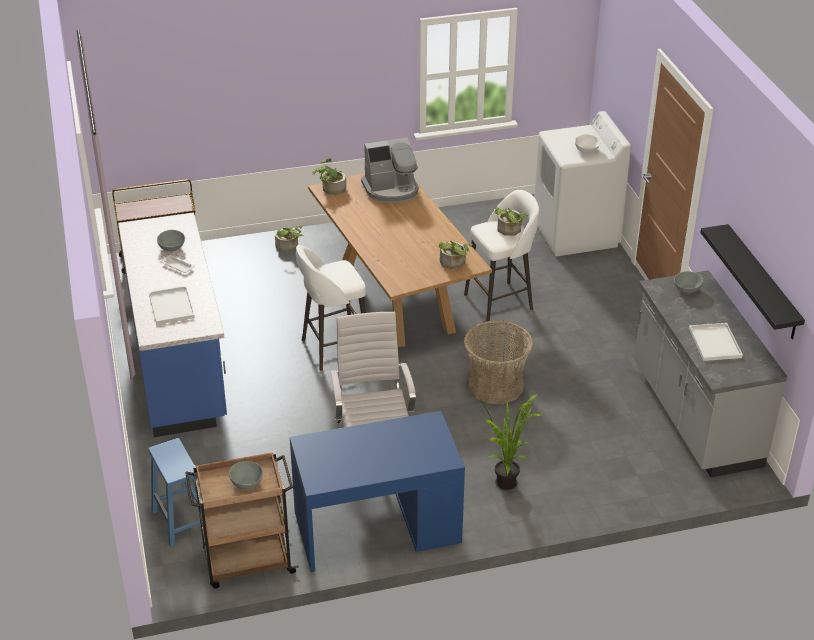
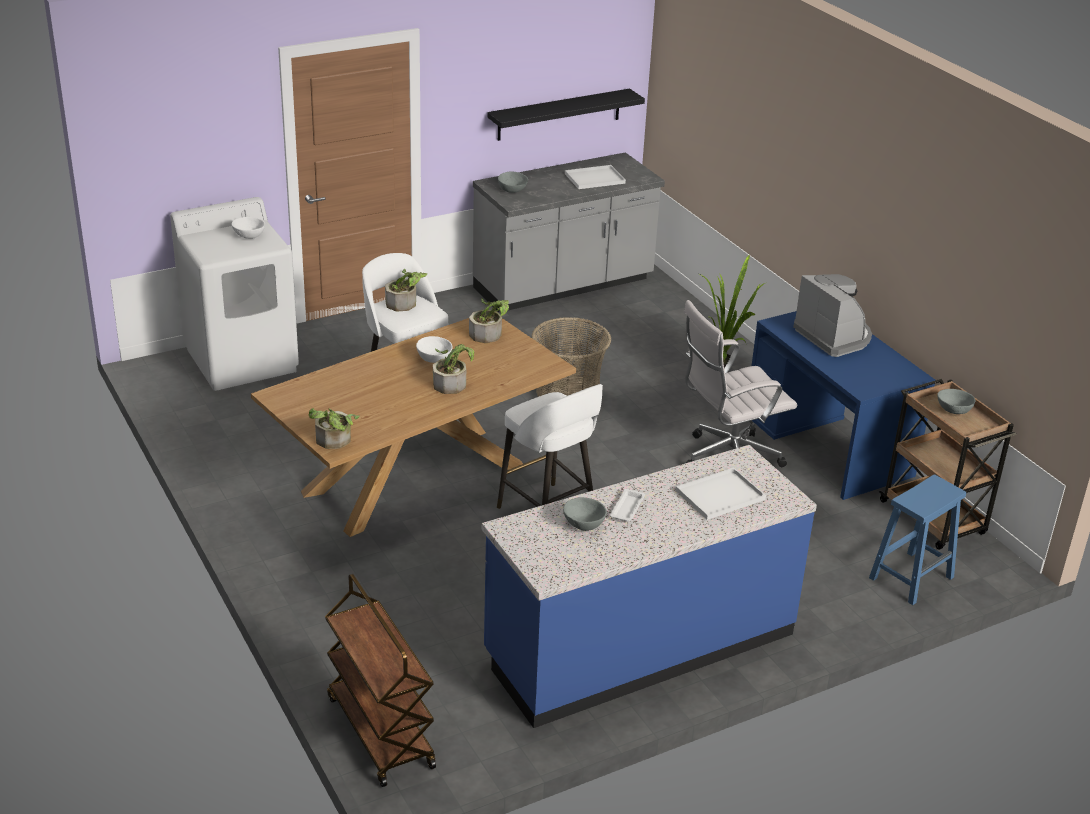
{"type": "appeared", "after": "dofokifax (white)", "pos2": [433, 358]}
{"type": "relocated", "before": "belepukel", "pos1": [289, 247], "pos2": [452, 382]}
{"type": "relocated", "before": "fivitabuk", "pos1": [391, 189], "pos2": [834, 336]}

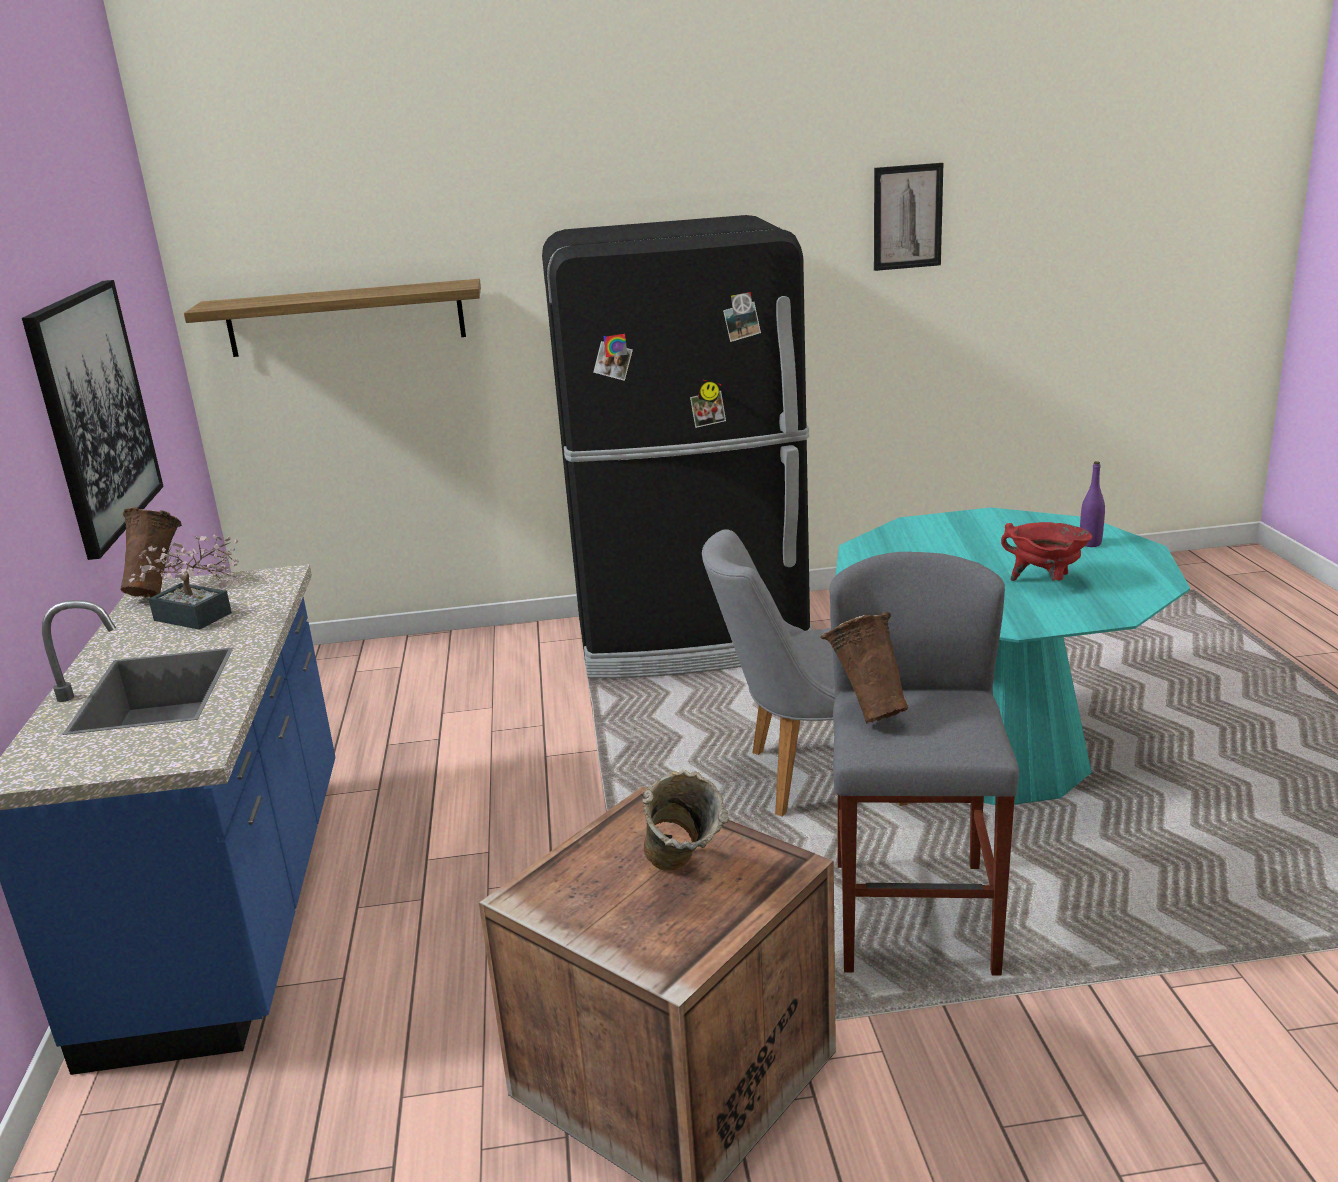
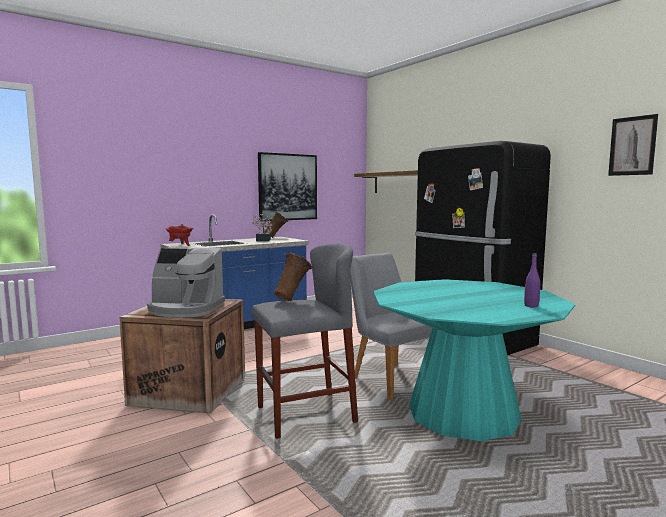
{"type": "relocated", "before": "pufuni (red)", "pos1": [1045, 582], "pos2": [180, 245]}
{"type": "exchanged", "before": "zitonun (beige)", "after": "fivitabuk", "pos1": [682, 882], "pos2": [185, 309]}

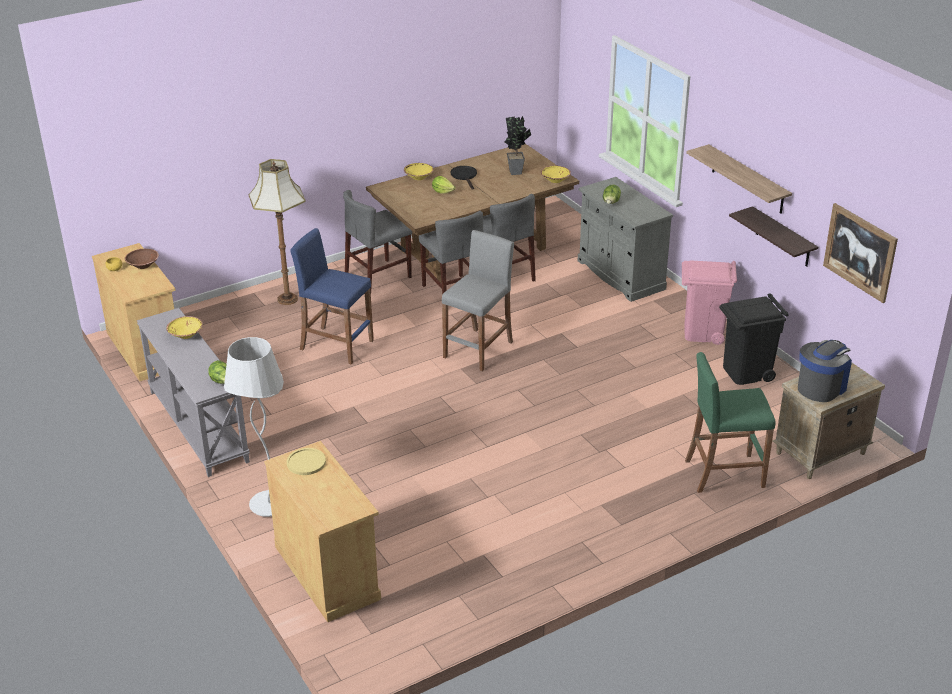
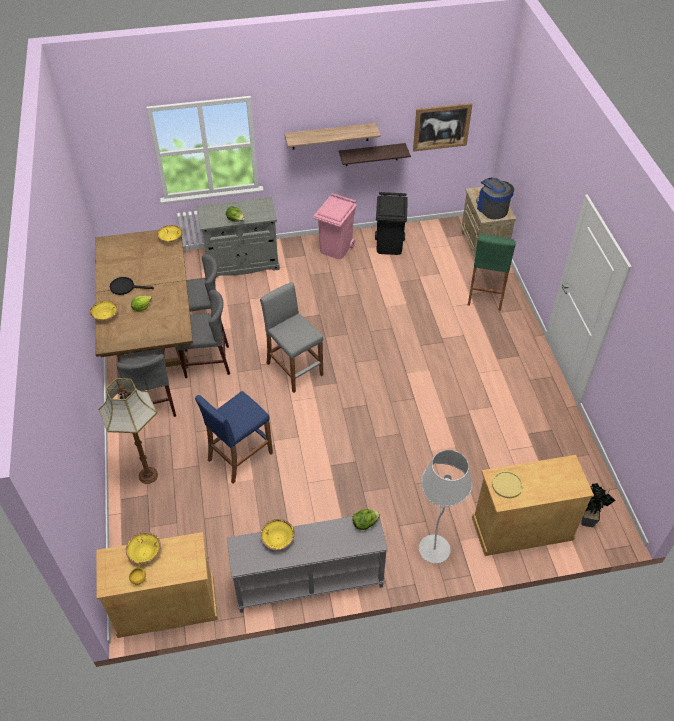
{"type": "relocated", "before": "belepukel", "pos1": [516, 171], "pos2": [585, 520]}
{"type": "colour", "before": "dofokifax (brown)", "after": "dofokifax (yellow)", "pos1": [143, 265], "pos2": [145, 552]}

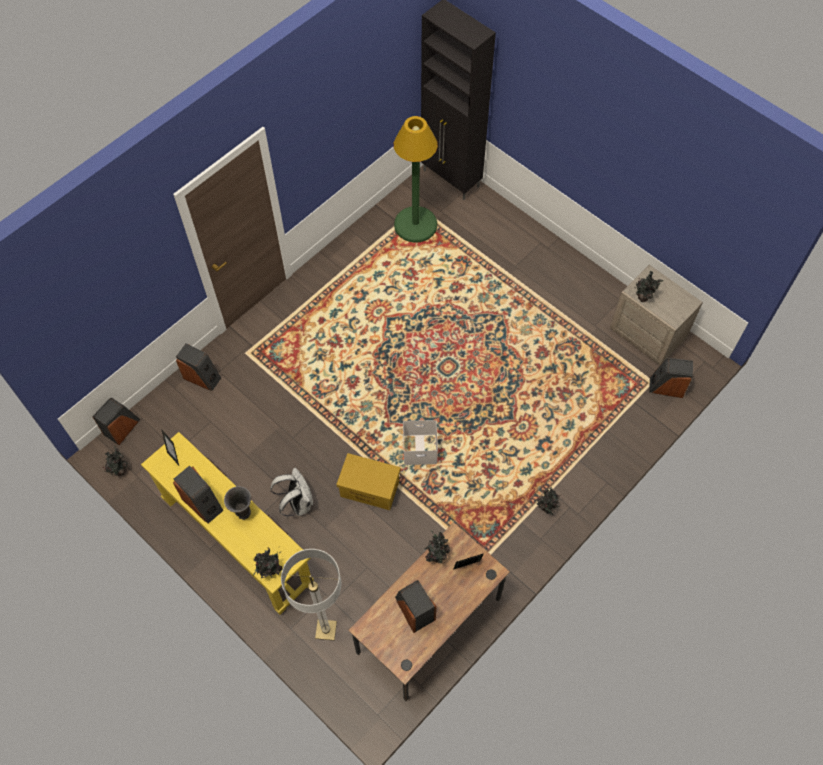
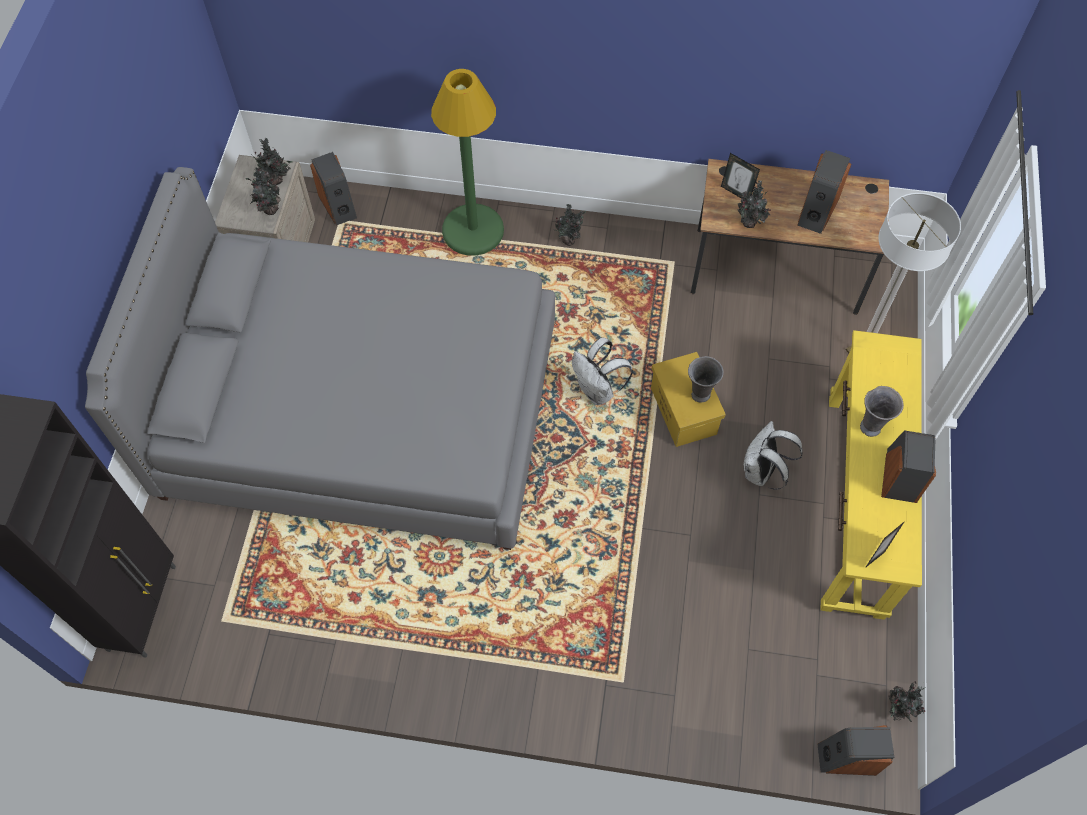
{"type": "missing", "before": "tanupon", "pos1": [202, 377]}
{"type": "appeared", "after": "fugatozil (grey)", "pos2": [362, 412]}
{"type": "appeared", "after": "zitonun (grey)", "pos2": [699, 394]}
{"type": "relocated", "before": "belepukel", "pos1": [270, 571], "pos2": [277, 180]}
{"type": "relocated", "before": "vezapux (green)", "pos1": [415, 225], "pos2": [473, 230]}
{"type": "exchanged", "before": "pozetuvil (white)", "after": "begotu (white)", "pos1": [419, 450], "pos2": [598, 391]}

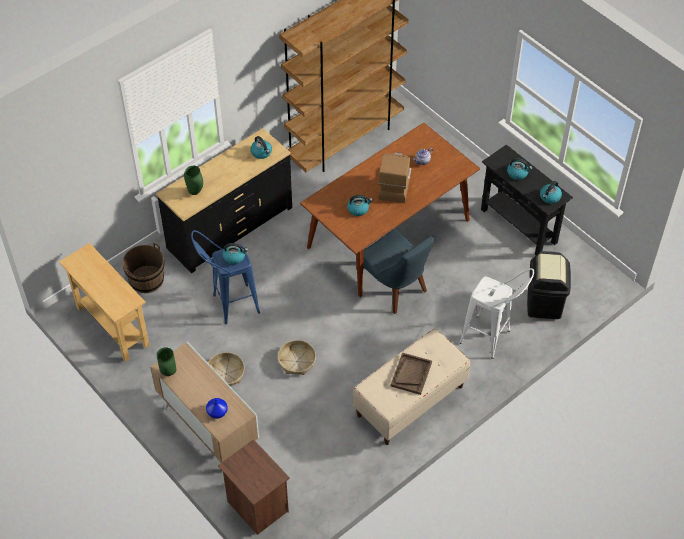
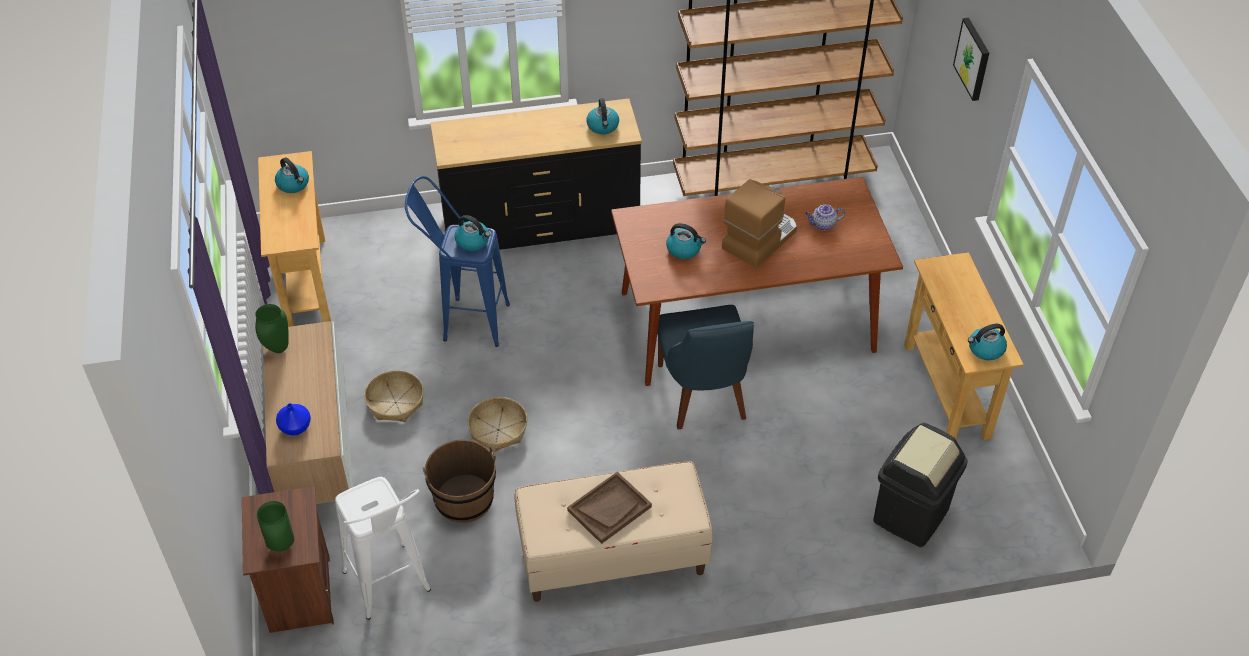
{"type": "appeared", "after": "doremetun", "pos2": [973, 58]}
{"type": "relocated", "before": "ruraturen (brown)", "pos1": [146, 279], "pos2": [464, 499]}
{"type": "relocated", "before": "zitonun (green)", "pos1": [195, 192], "pos2": [281, 546]}
{"type": "relocated", "before": "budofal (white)", "pos1": [492, 340], "pos2": [392, 591]}
{"type": "relocated", "before": "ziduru", "pos1": [517, 173], "pos2": [293, 184]}
{"type": "colour", "before": "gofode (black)", "after": "gofode (beige)", "pos1": [518, 226], "pos2": [946, 390]}

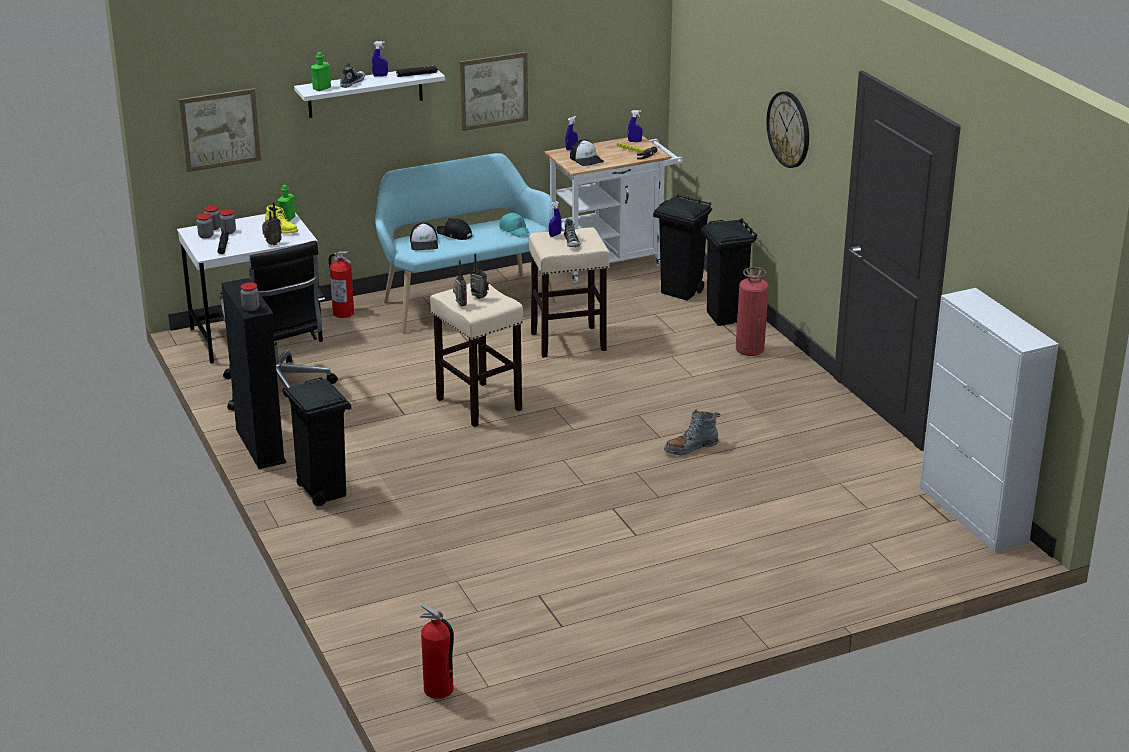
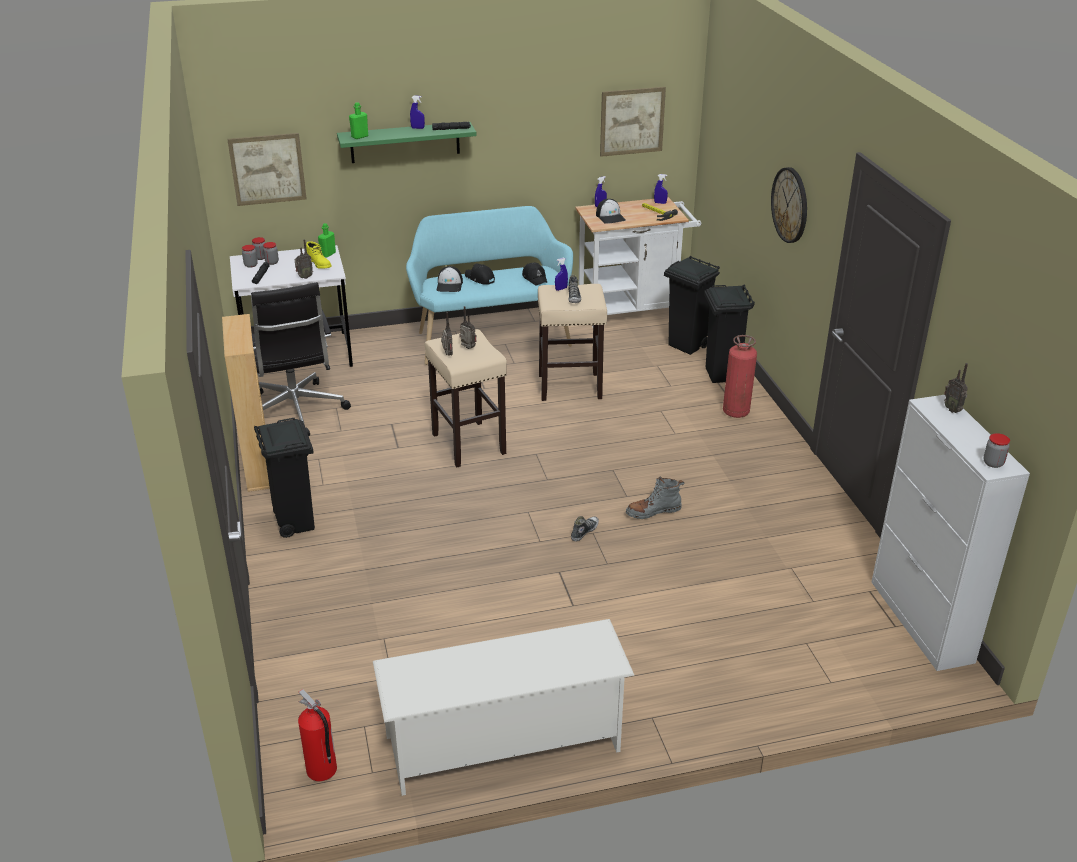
{"type": "missing", "before": "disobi", "pos1": [343, 313]}
{"type": "appeared", "after": "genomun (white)", "pos2": [504, 744]}
{"type": "appeared", "after": "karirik", "pos2": [953, 409]}
{"type": "relocated", "before": "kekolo", "pos1": [251, 308], "pos2": [993, 463]}
{"type": "relocated", "before": "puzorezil", "pos1": [352, 82], "pos2": [584, 531]}
{"type": "relocated", "before": "doremetun", "pos1": [493, 91], "pos2": [632, 121]}
{"type": "colour", "before": "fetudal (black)", "after": "fetudal (beige)", "pos1": [260, 446], "pos2": [258, 467]}
{"type": "colour", "before": "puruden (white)", "after": "puruden (green)", "pos1": [365, 92], "pos2": [405, 142]}
{"type": "colour", "before": "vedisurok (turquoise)", "after": "vedisurok (black)", "pos1": [514, 230], "pos2": [535, 278]}

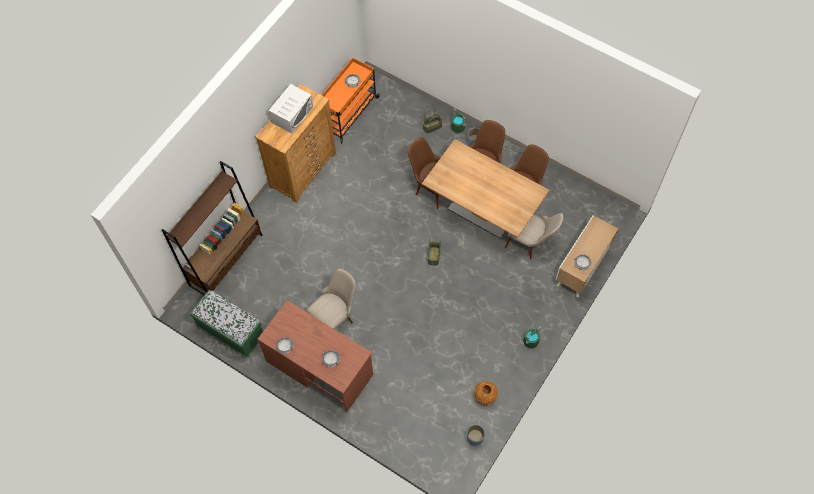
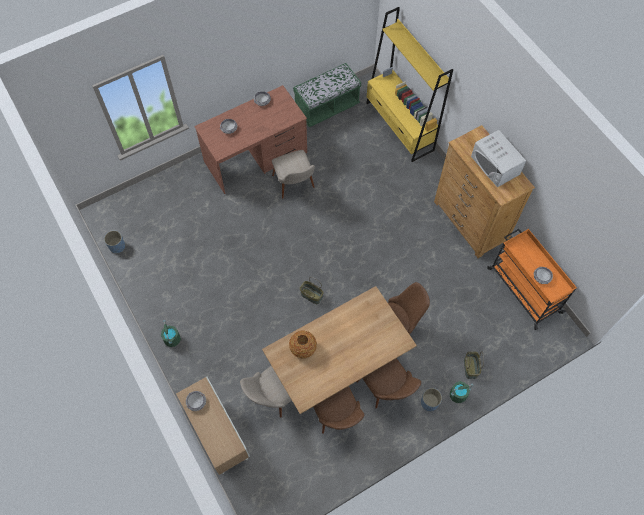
{"type": "relocated", "before": "zitonun", "pos1": [485, 396], "pos2": [302, 348]}
{"type": "colour", "before": "fetudal (brown)", "after": "fetudal (yellow)", "pos1": [226, 260], "pos2": [399, 126]}

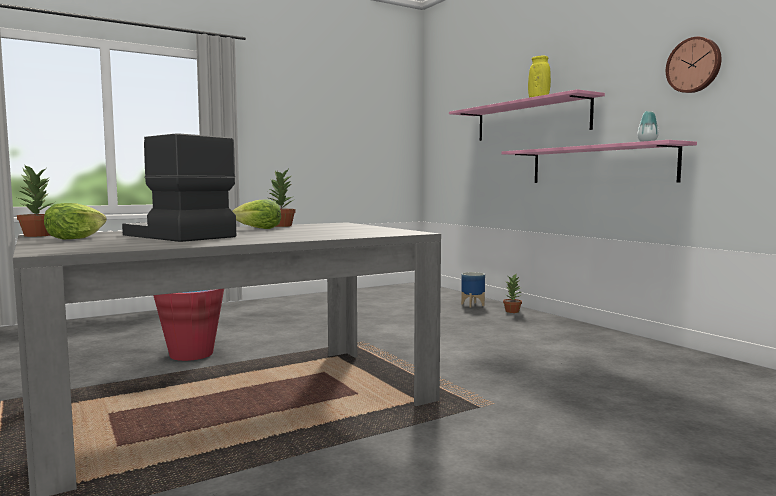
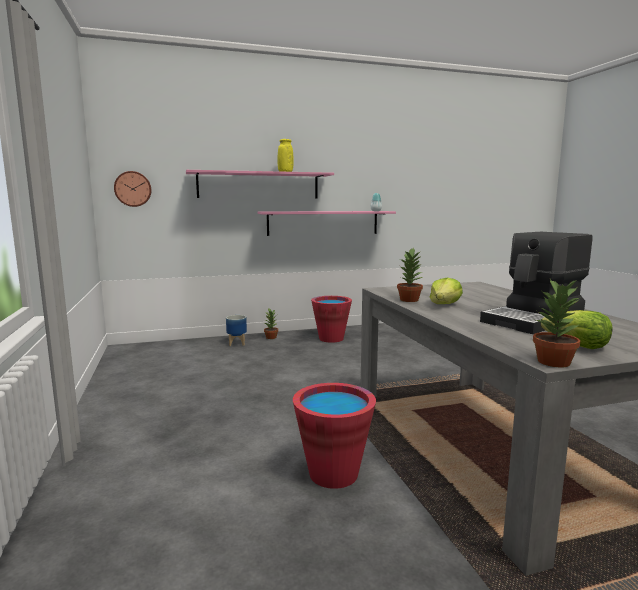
{"type": "appeared", "after": "ruraturen (red)", "pos2": [331, 338]}
{"type": "relocated", "before": "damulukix", "pos1": [694, 65], "pos2": [133, 189]}

